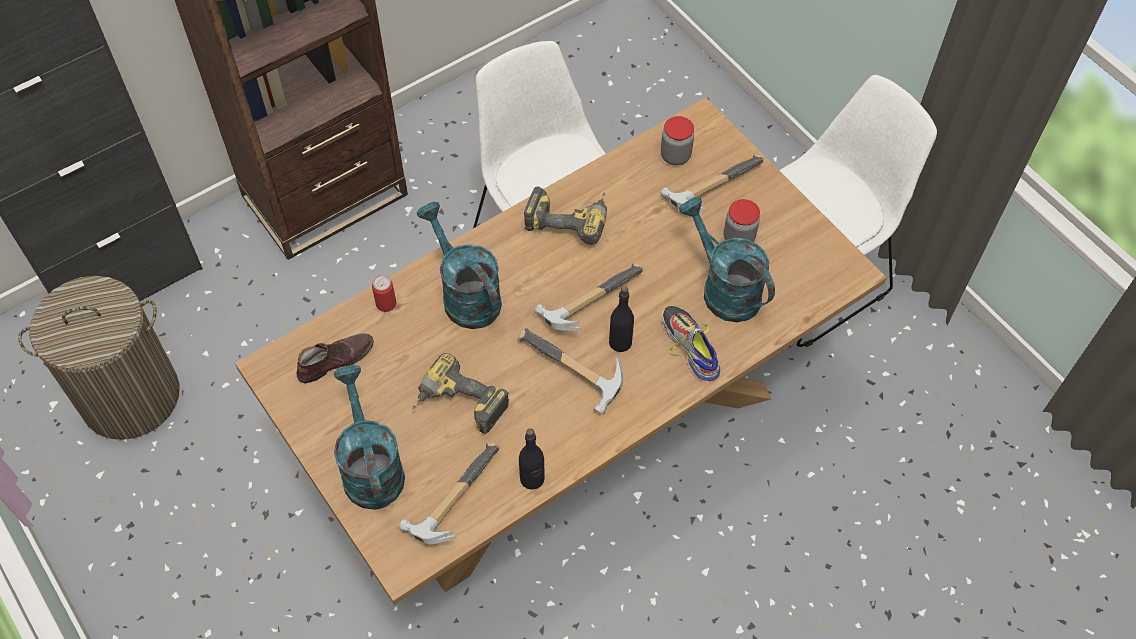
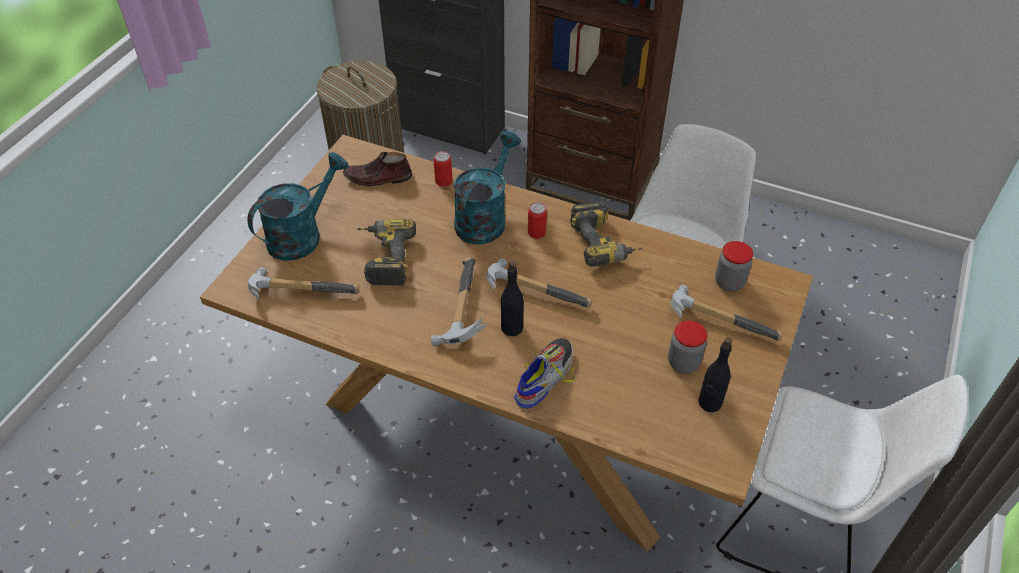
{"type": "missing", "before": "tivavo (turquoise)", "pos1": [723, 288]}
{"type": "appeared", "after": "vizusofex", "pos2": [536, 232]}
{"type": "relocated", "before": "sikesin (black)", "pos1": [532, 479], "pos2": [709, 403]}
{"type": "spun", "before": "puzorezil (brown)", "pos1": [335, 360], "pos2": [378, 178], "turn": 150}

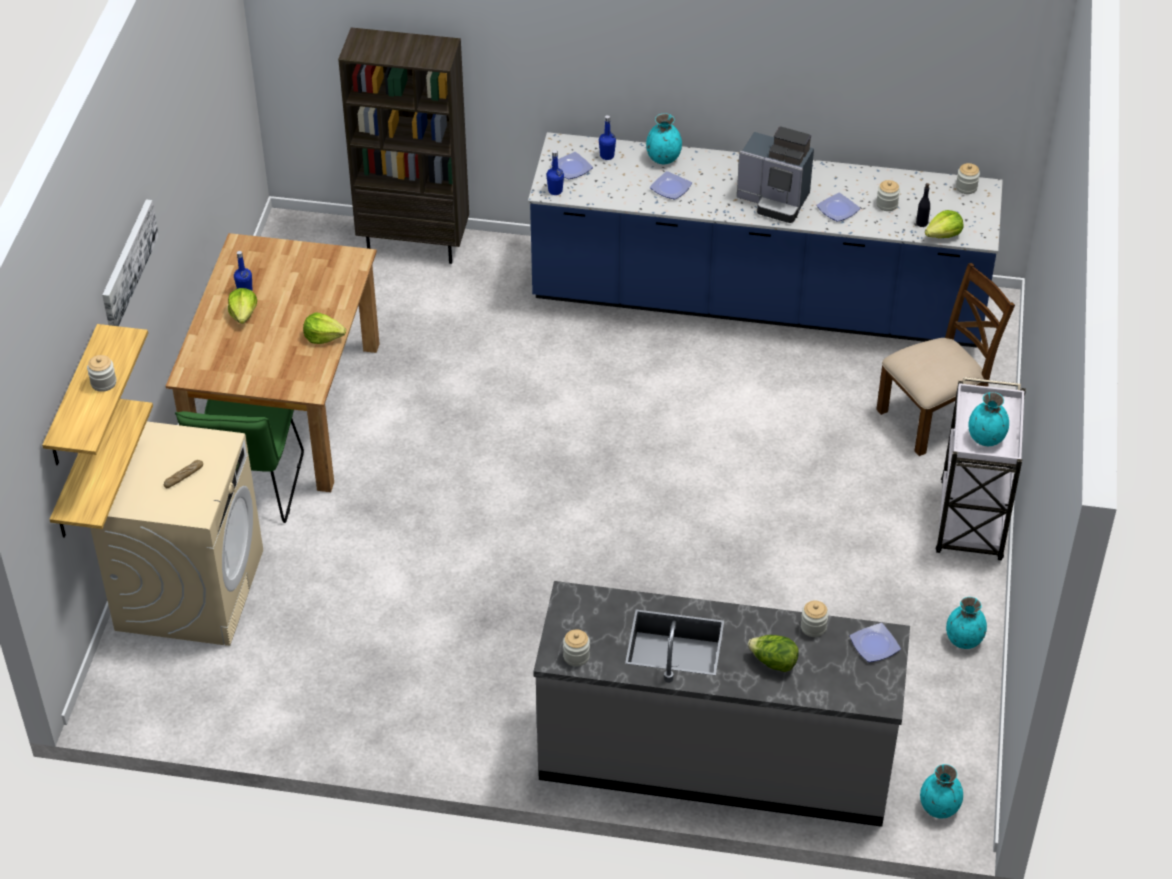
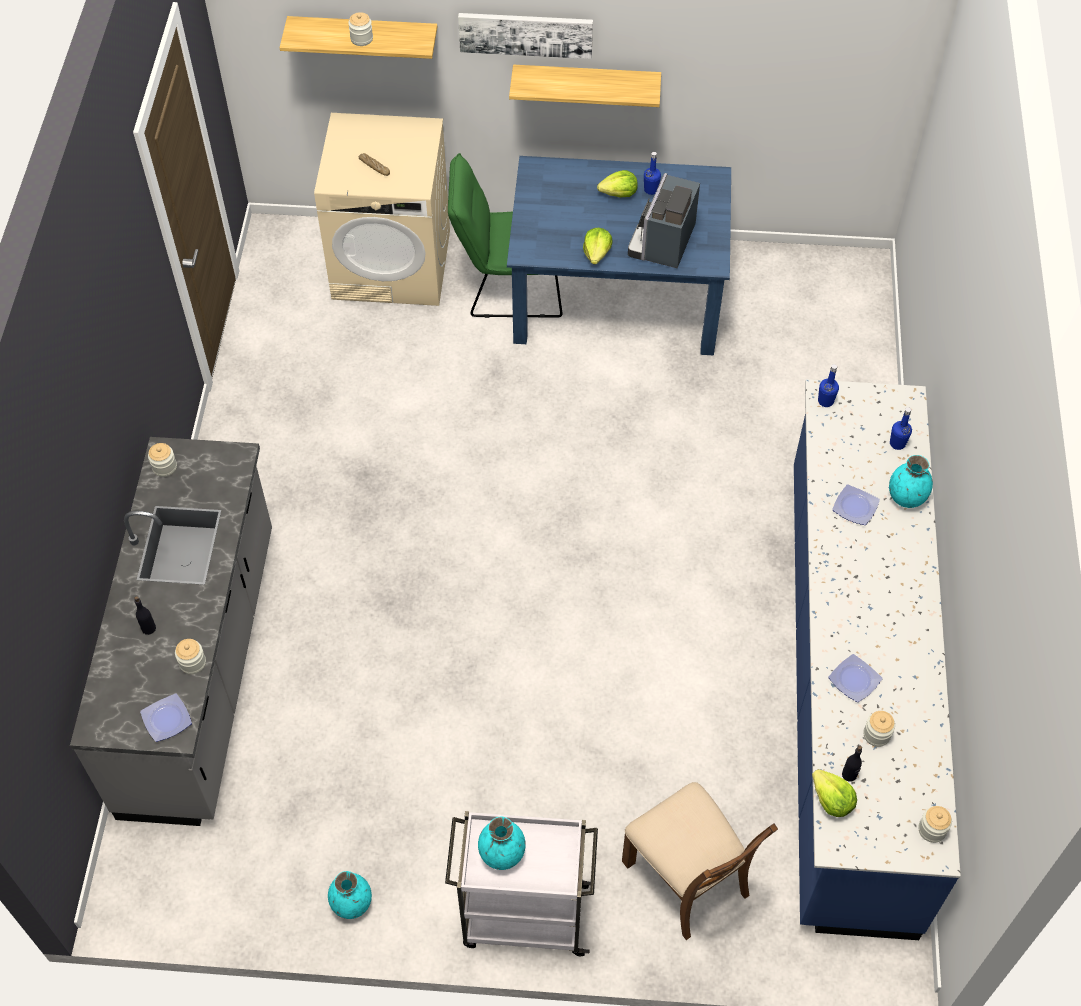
{"type": "missing", "before": "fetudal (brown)", "pos1": [415, 244]}
{"type": "missing", "before": "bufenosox", "pos1": [570, 168]}
{"type": "missing", "before": "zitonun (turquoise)", "pos1": [939, 807]}
{"type": "relocated", "before": "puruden", "pos1": [80, 472], "pos2": [586, 83]}
{"type": "relocated", "before": "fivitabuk", "pos1": [774, 200], "pos2": [663, 244]}
{"type": "exchanged", "before": "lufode", "after": "sikesin (black)", "pos1": [773, 662], "pos2": [149, 628]}
{"type": "colour", "before": "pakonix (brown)", "after": "pakonix (blue)", "pos1": [285, 406], "pos2": [618, 296]}

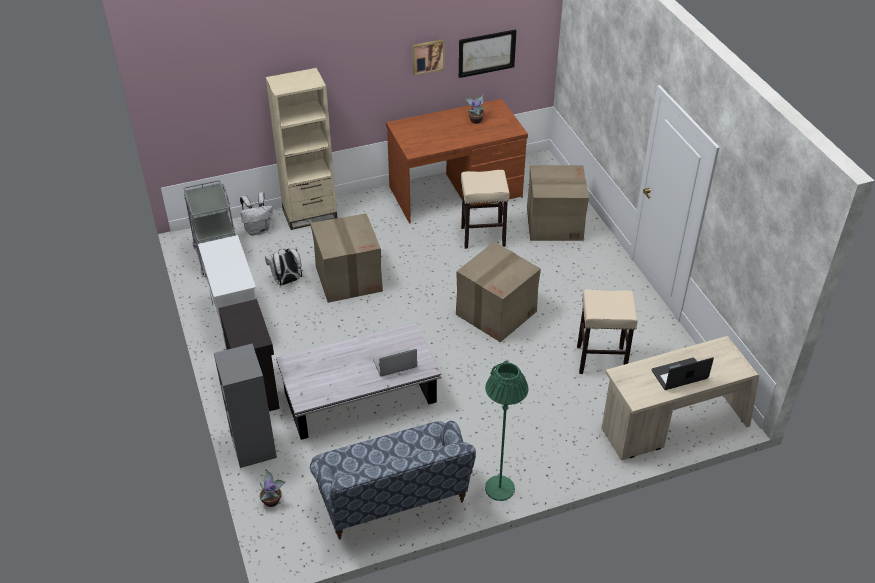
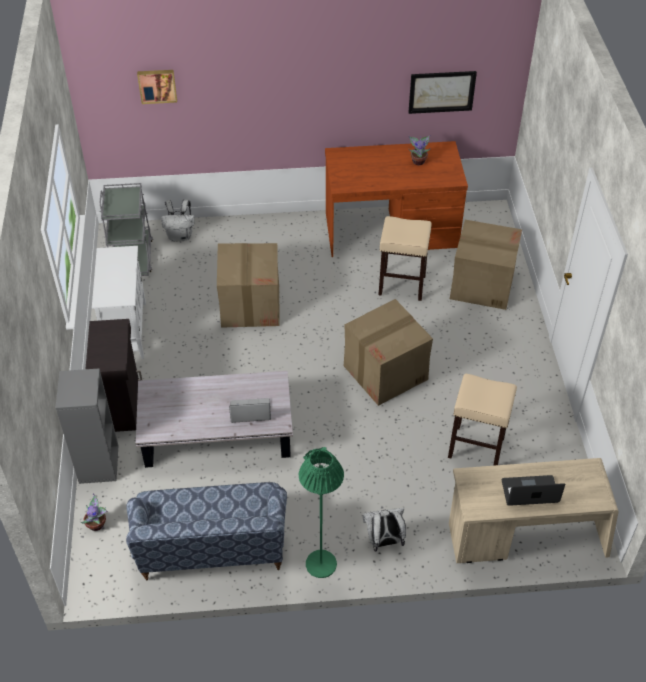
{"type": "missing", "before": "fetudal (beige)", "pos1": [310, 215]}
{"type": "relocated", "before": "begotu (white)", "pos1": [287, 281], "pos2": [384, 542]}
{"type": "relocated", "before": "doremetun", "pos1": [428, 56], "pos2": [157, 85]}

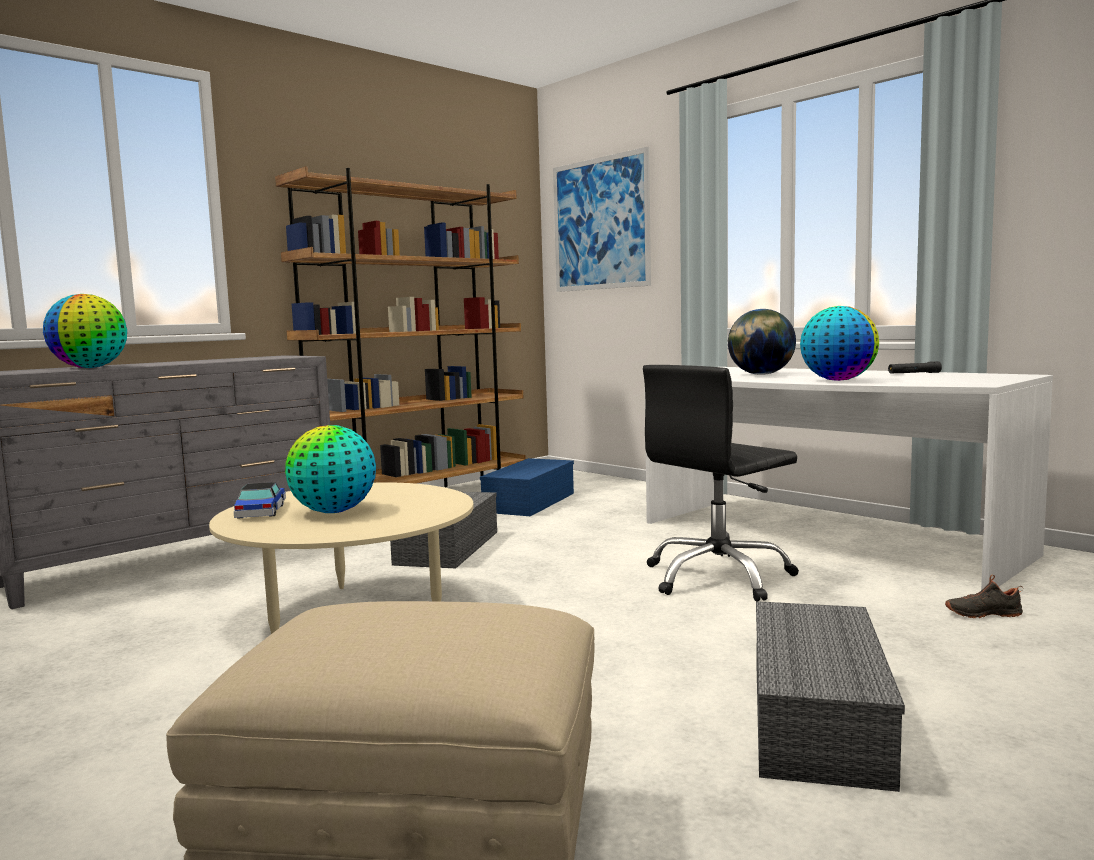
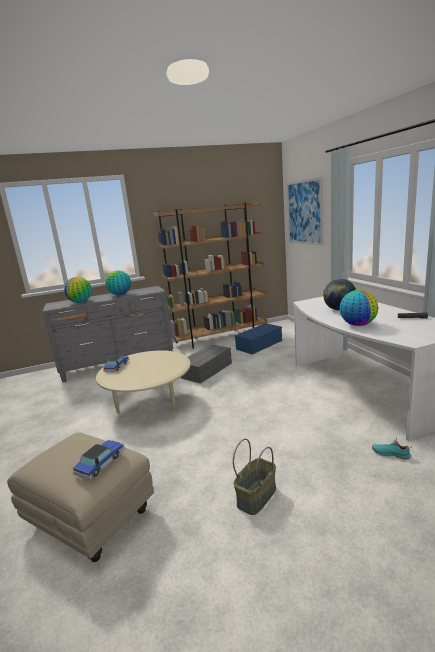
{"type": "missing", "before": "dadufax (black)", "pos1": [718, 577]}
{"type": "appeared", "after": "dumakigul", "pos2": [100, 463]}
{"type": "relocated", "before": "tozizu", "pos1": [333, 512], "pos2": [120, 295]}
{"type": "exchanged", "before": "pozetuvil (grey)", "after": "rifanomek", "pos1": [814, 718], "pos2": [256, 496]}
{"type": "colour", "before": "puzorezil (black)", "after": "puzorezil (turquoise)", "pos1": [982, 613], "pos2": [390, 453]}

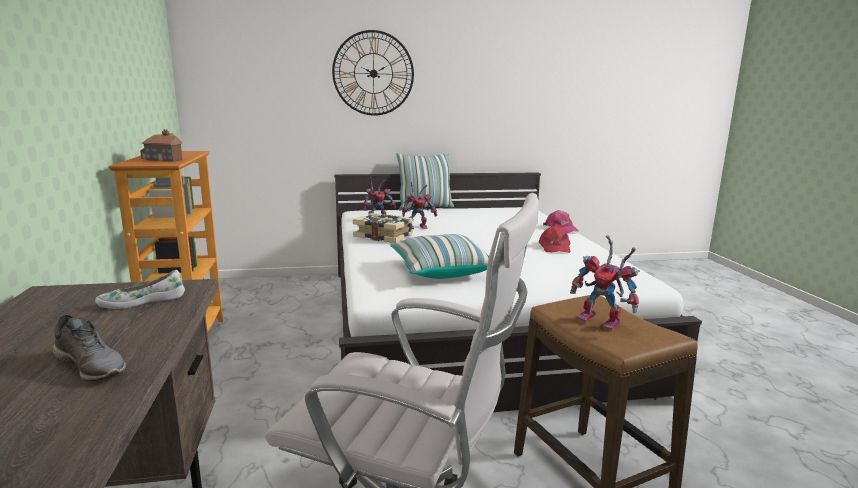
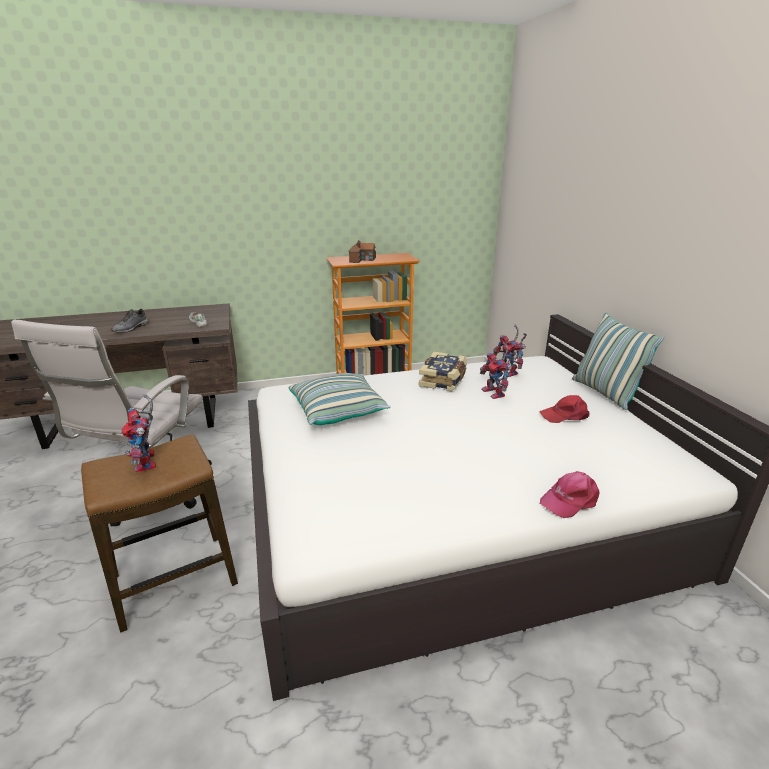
{"type": "missing", "before": "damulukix", "pos1": [373, 73]}
{"type": "relocated", "before": "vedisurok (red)", "pos1": [554, 247], "pos2": [565, 415]}
{"type": "spun", "before": "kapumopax", "pos1": [603, 322], "pos2": [148, 463], "turn": -60}

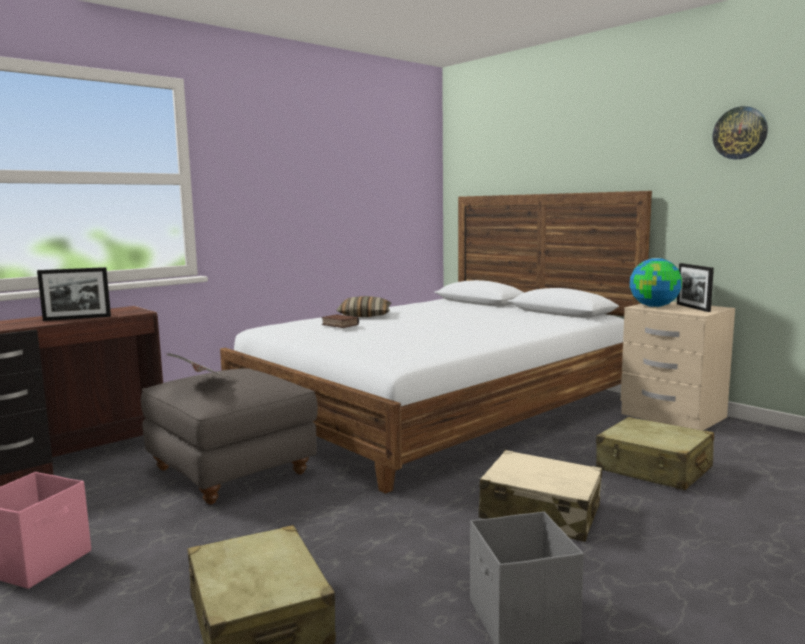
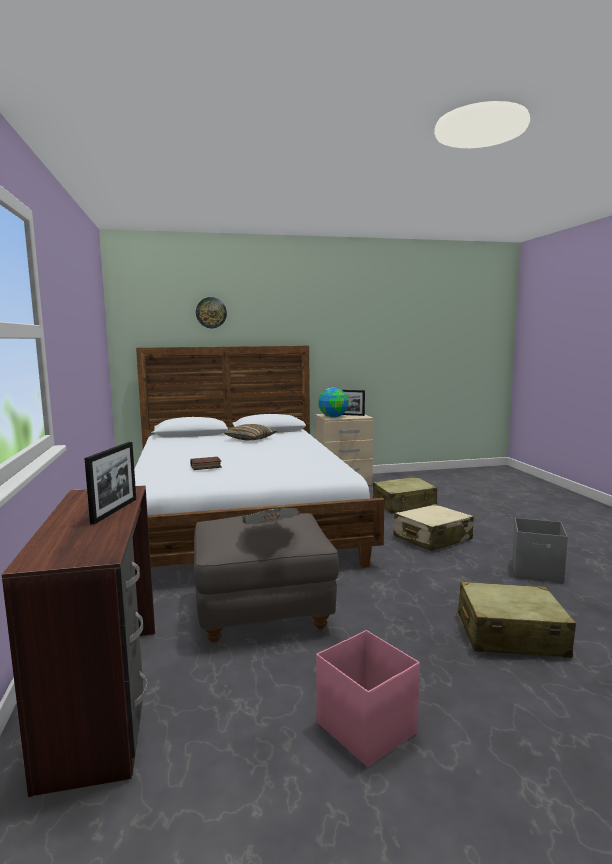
{"type": "relocated", "before": "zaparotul", "pos1": [365, 315], "pos2": [250, 439]}
{"type": "relocated", "before": "damulukix", "pos1": [740, 133], "pos2": [211, 312]}

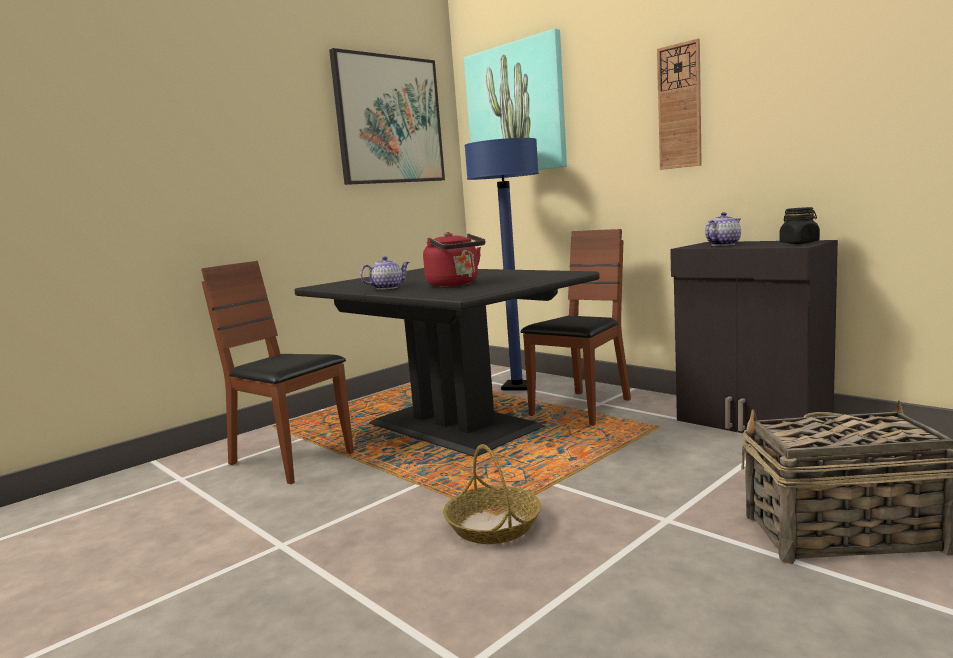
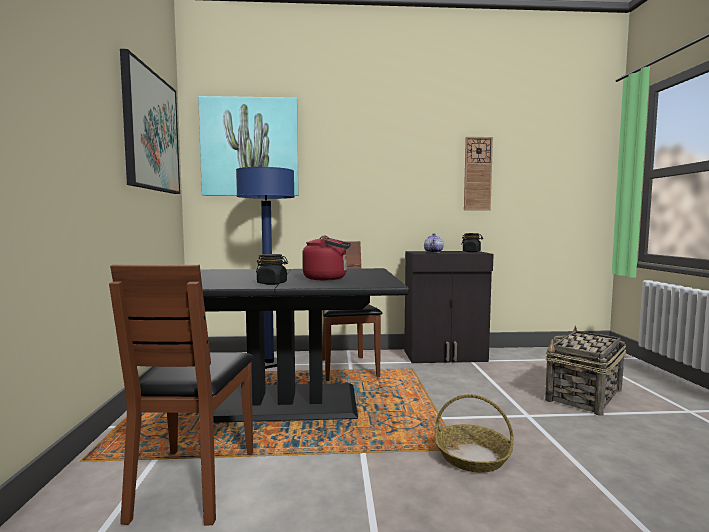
{"type": "relocated", "before": "damulukix", "pos1": [680, 106], "pos2": [477, 174]}
{"type": "exchanged", "before": "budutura", "after": "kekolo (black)", "pos1": [387, 288], "pos2": [272, 283]}
{"type": "spun", "before": "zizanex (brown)", "pos1": [290, 460], "pos2": [193, 483], "turn": -75}

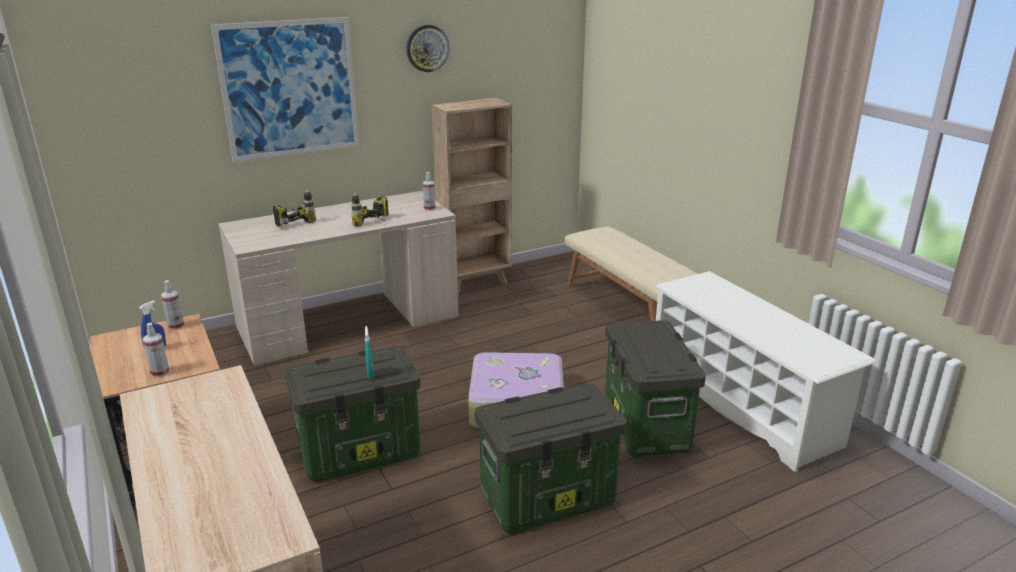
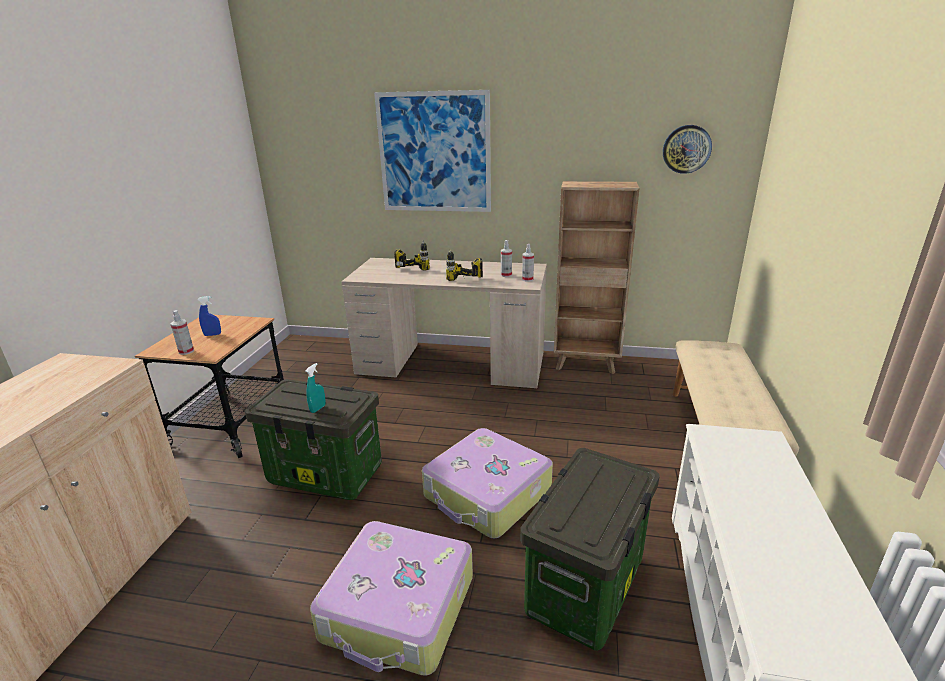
{"type": "relocated", "before": "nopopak", "pos1": [176, 326], "pos2": [506, 275]}
{"type": "relocated", "before": "damulukix", "pos1": [427, 48], "pos2": [686, 149]}
{"type": "exchanged", "before": "pozetuvil", "after": "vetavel", "pos1": [548, 498], "pos2": [399, 608]}

